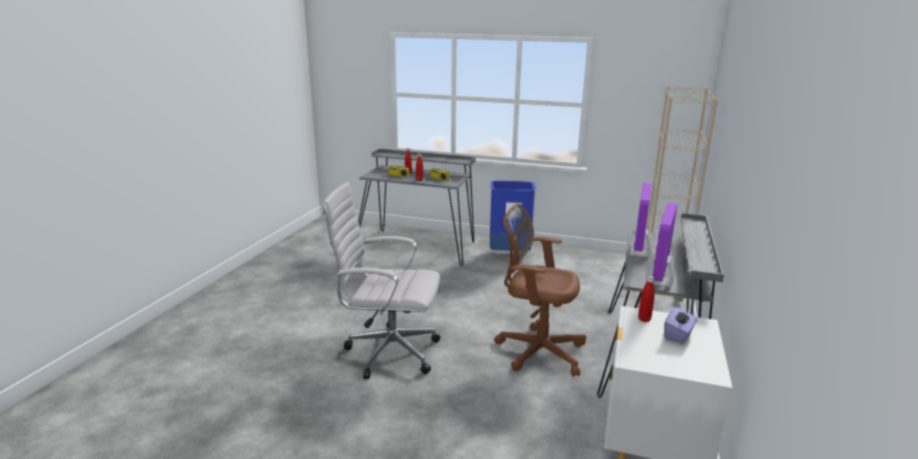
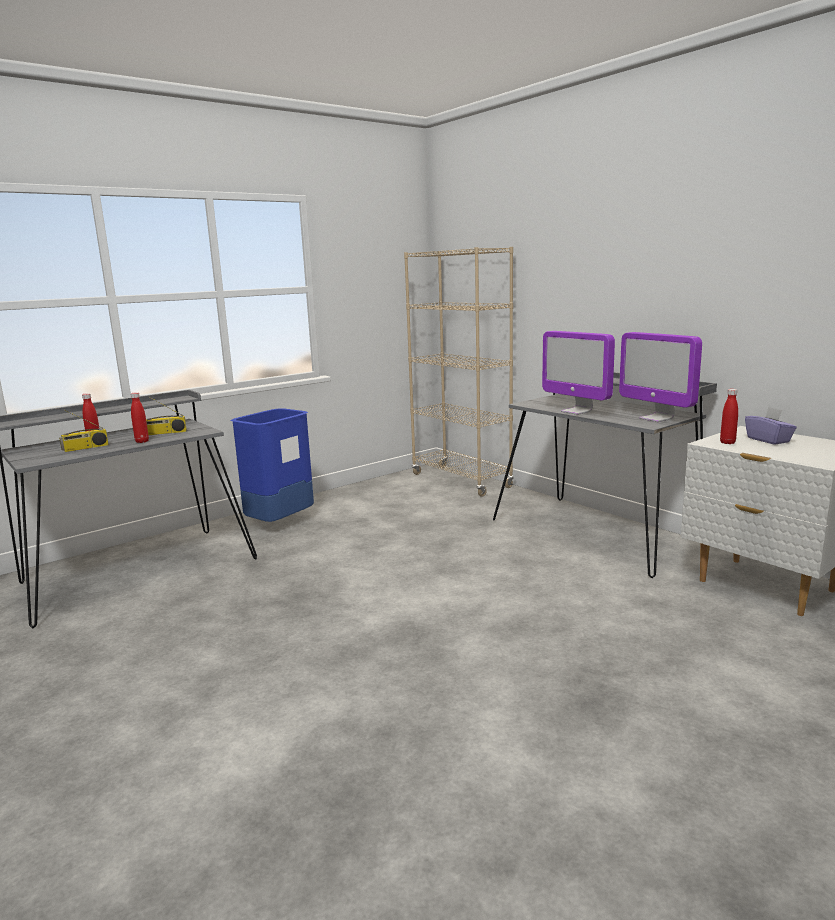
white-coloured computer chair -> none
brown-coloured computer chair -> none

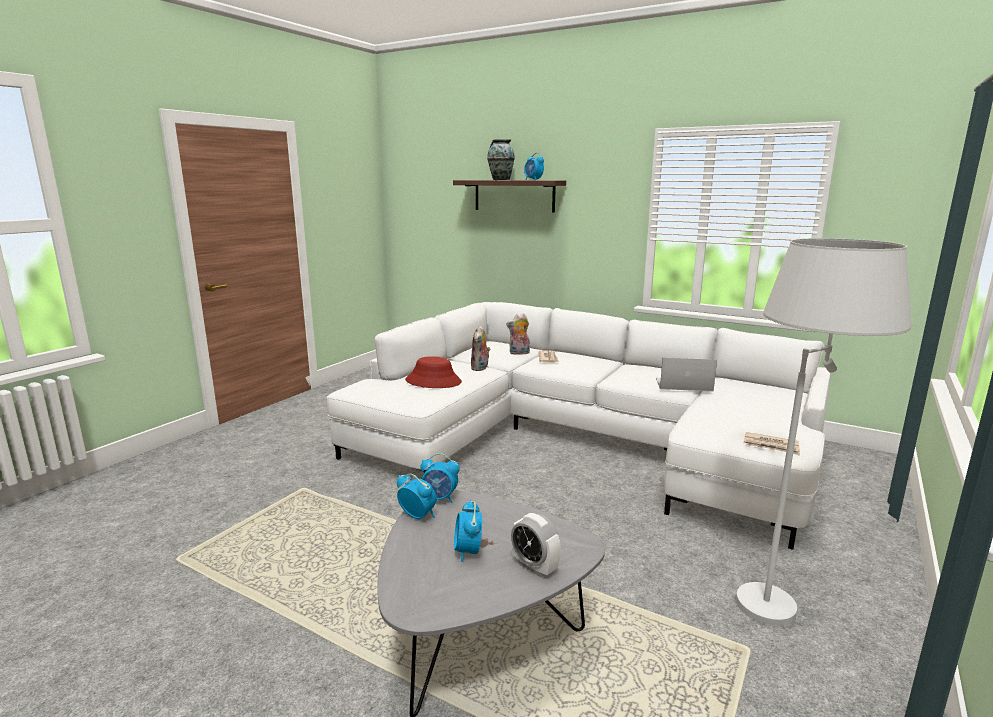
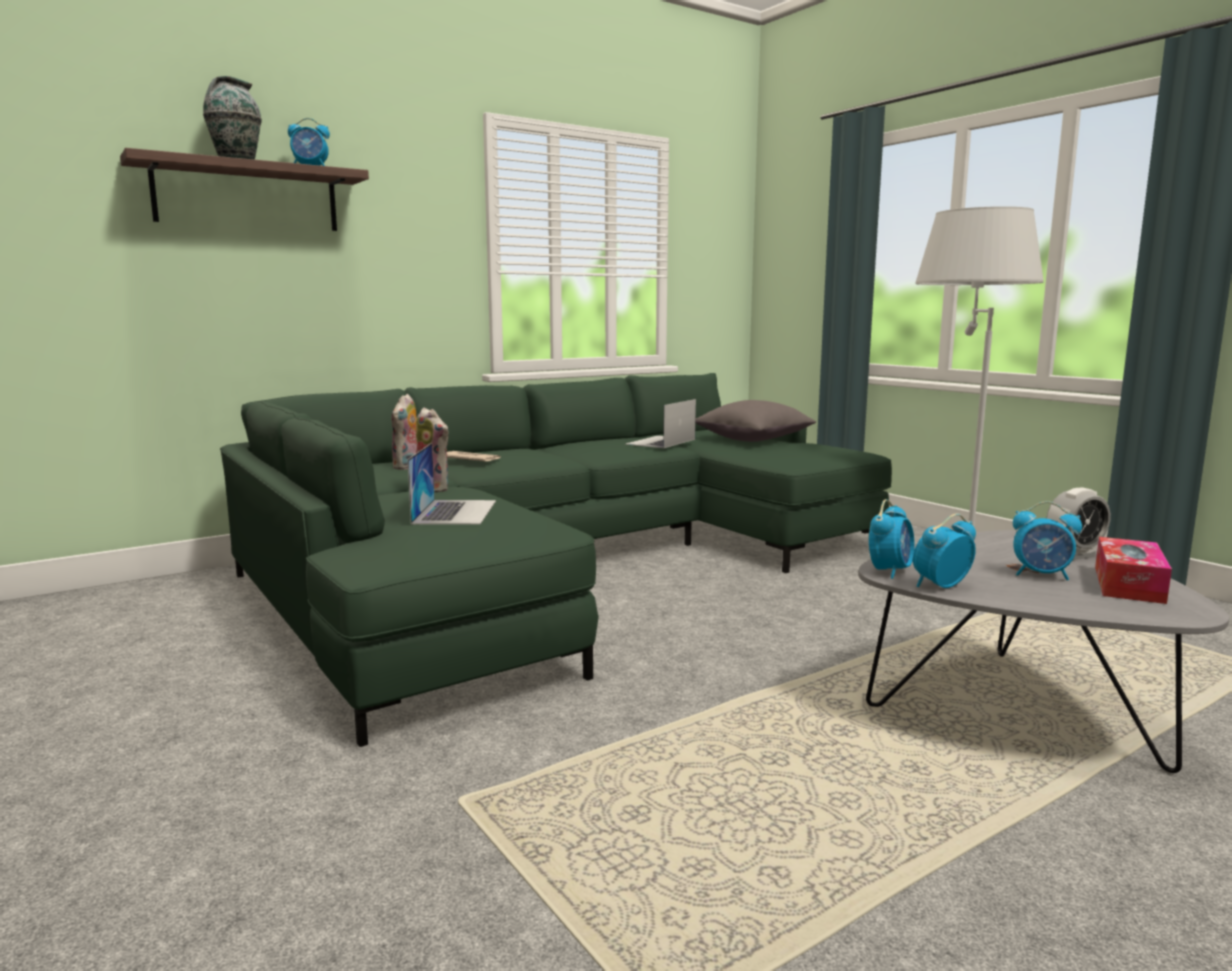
white-coloured sofa -> green-coloured sofa
reddish hat -> portable computer (1st from left)
none -> gray throw pillow
none -> box of tissues
newspaper (2nd from left) -> none

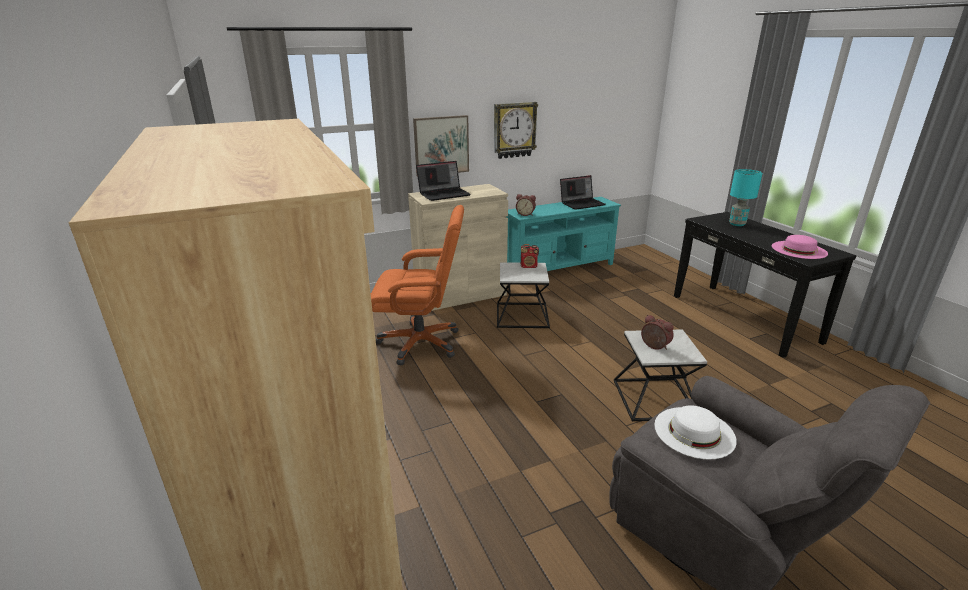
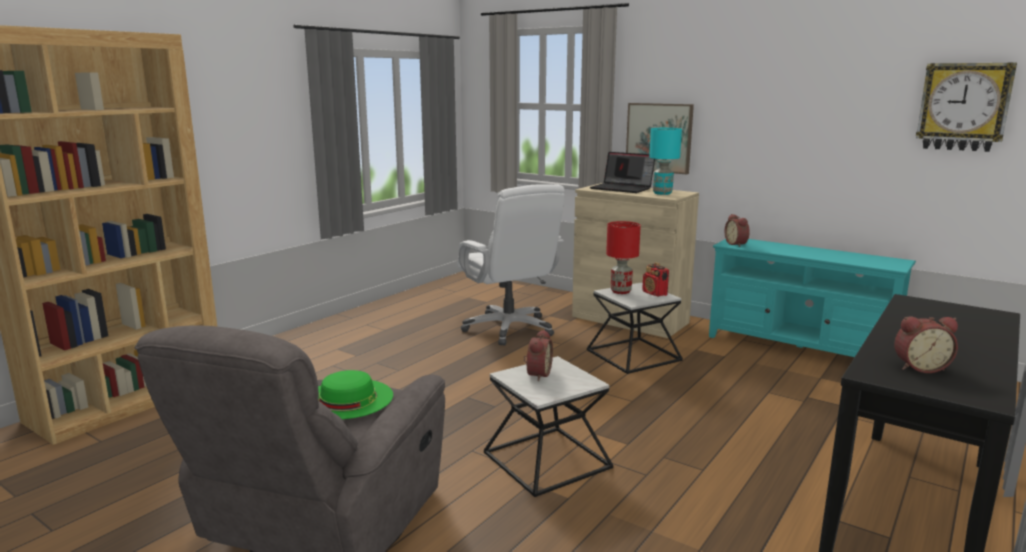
white-coloured hat -> green-coloured hat
orangey computer chair -> white-coloured computer chair
none -> reddish table lamp
turquoise table lamp, move
pink hat -> table clock (3rd from left)
clock on the wall, move
portable computer (2nd from left) -> none

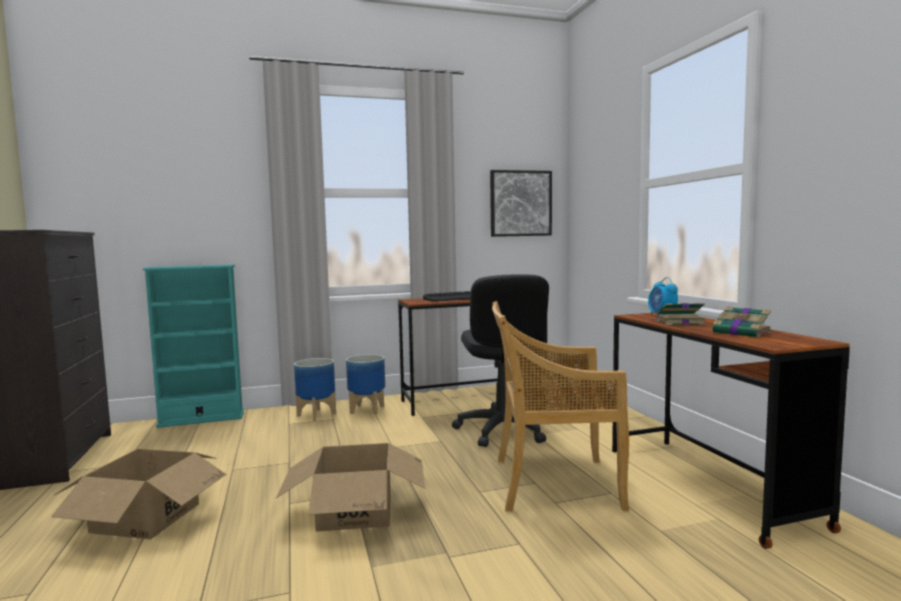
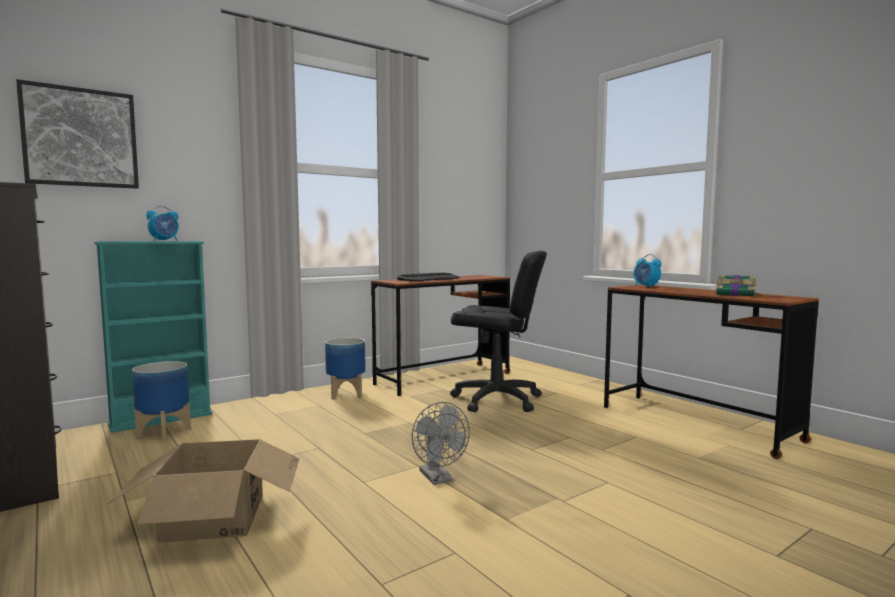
wall picture, move
plant pot (1st from left), move
none -> table clock (1st from left)
carton (2nd from left) -> gray electric fan
black computer chair, 45 degrees counterclockwise
beige-coloured plain chair -> none
book (1st from left) -> none

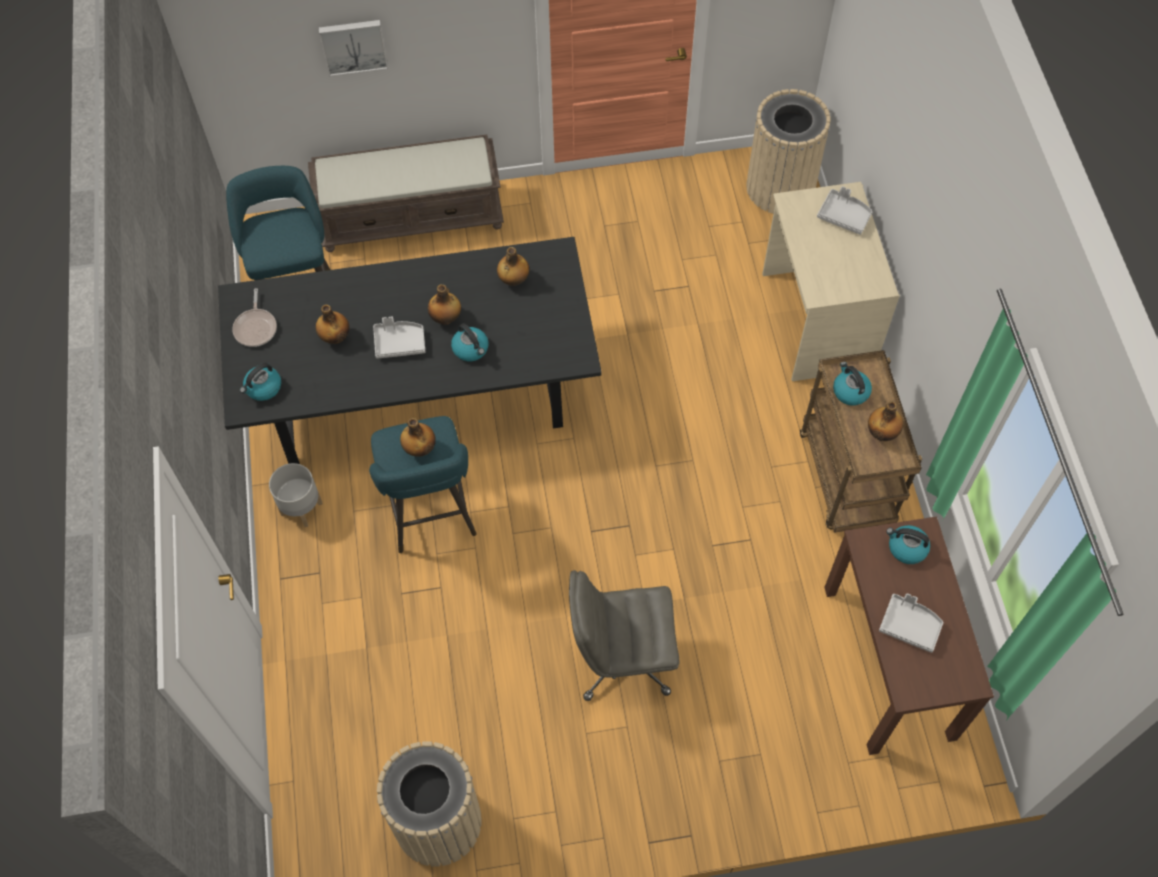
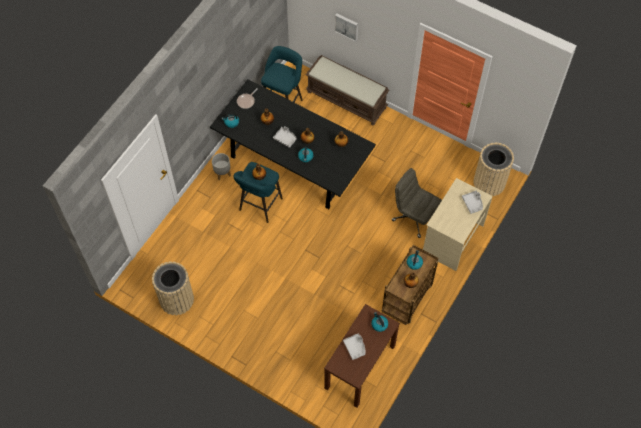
gray computer chair, move

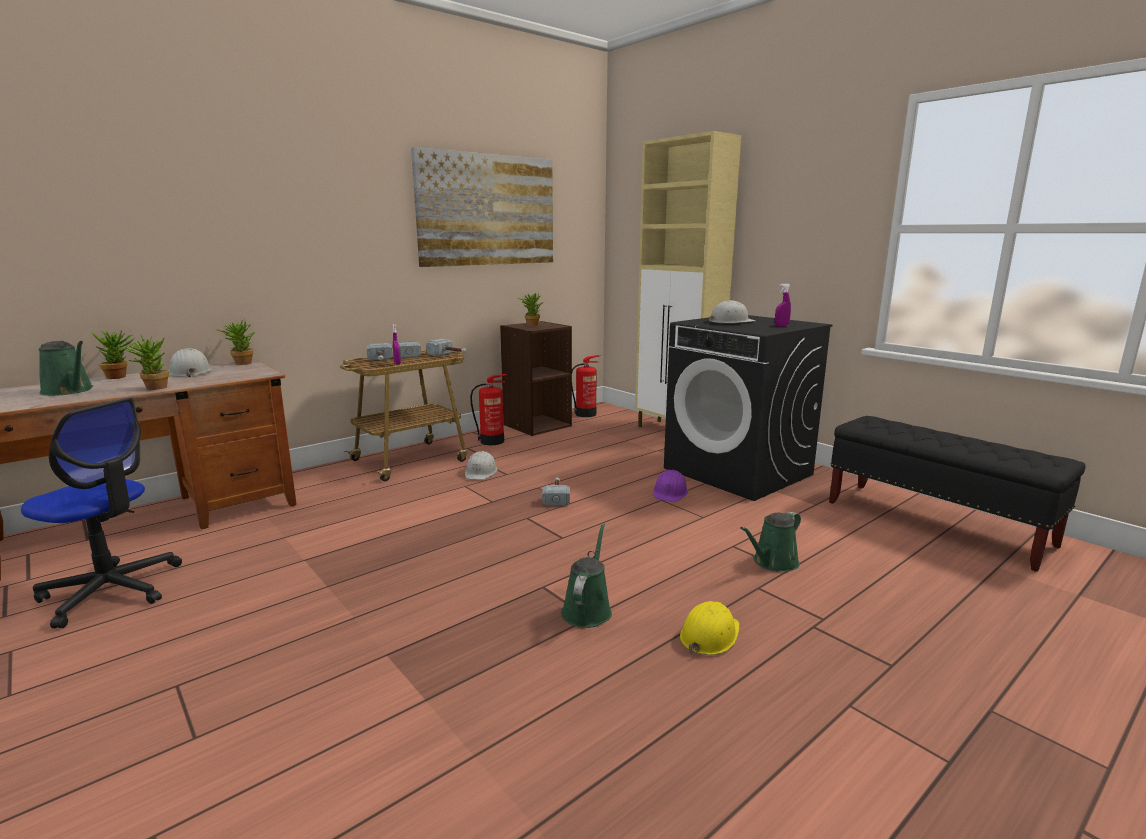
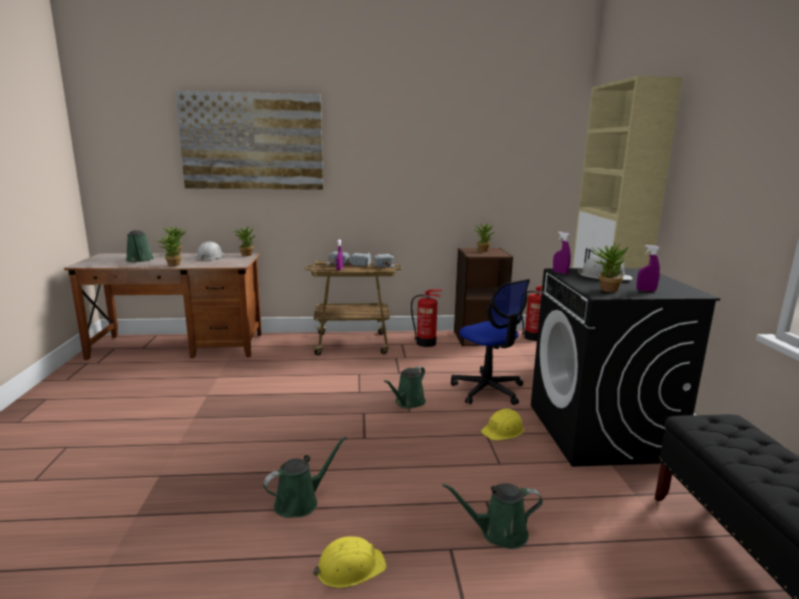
wall picture, move
tool hammer (4th from left) -> green-coloured watering can (3rd from left)
computer chair, move
purple-coloured hard hat -> yellow-coloured hard hat (2nd from left)
none -> purple-coloured spray bottle (2nd from left)
none -> plant in a pot (5th from left)
white-coloured hard hat (2nd from left) -> none

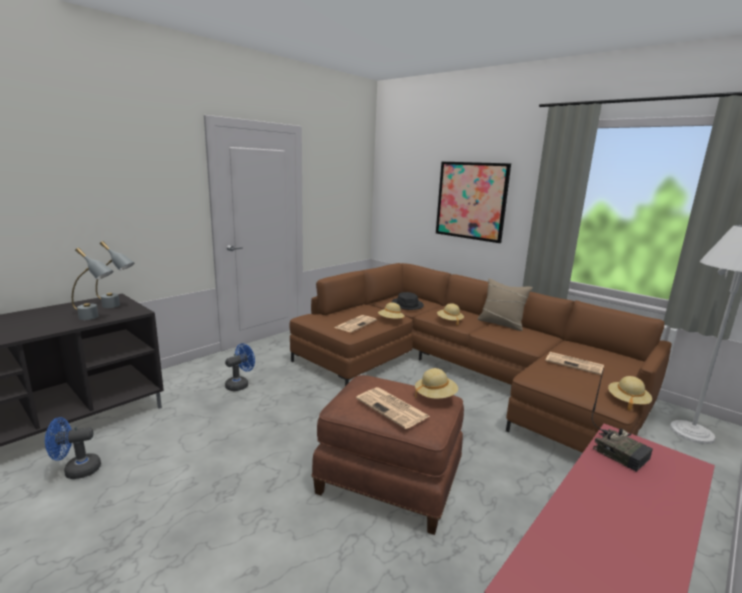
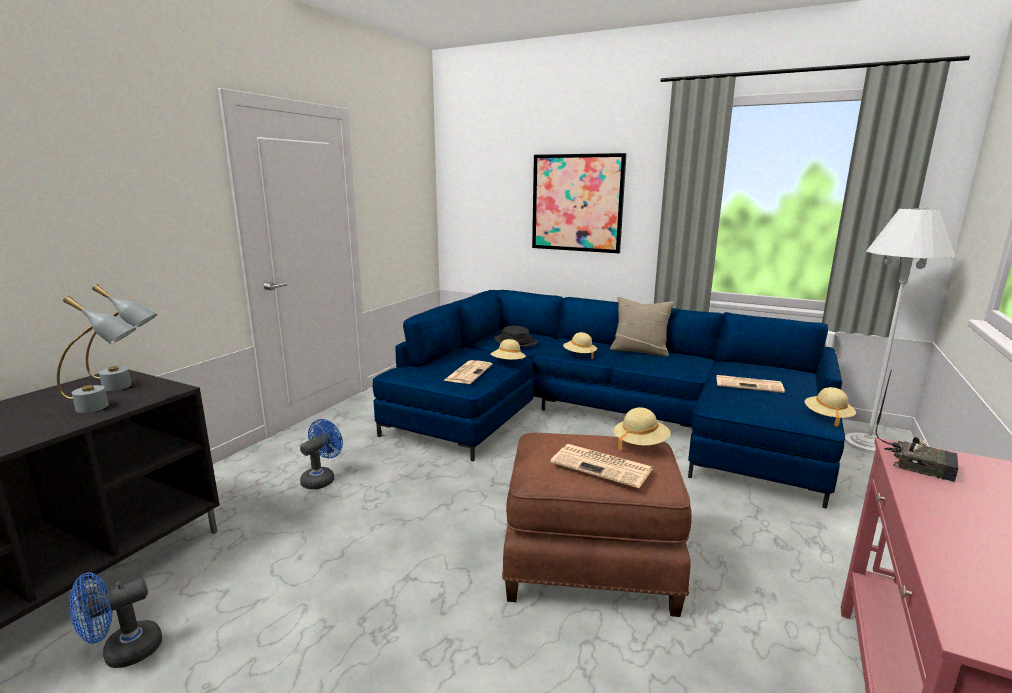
brown-coloured sofa -> blue-coloured sofa

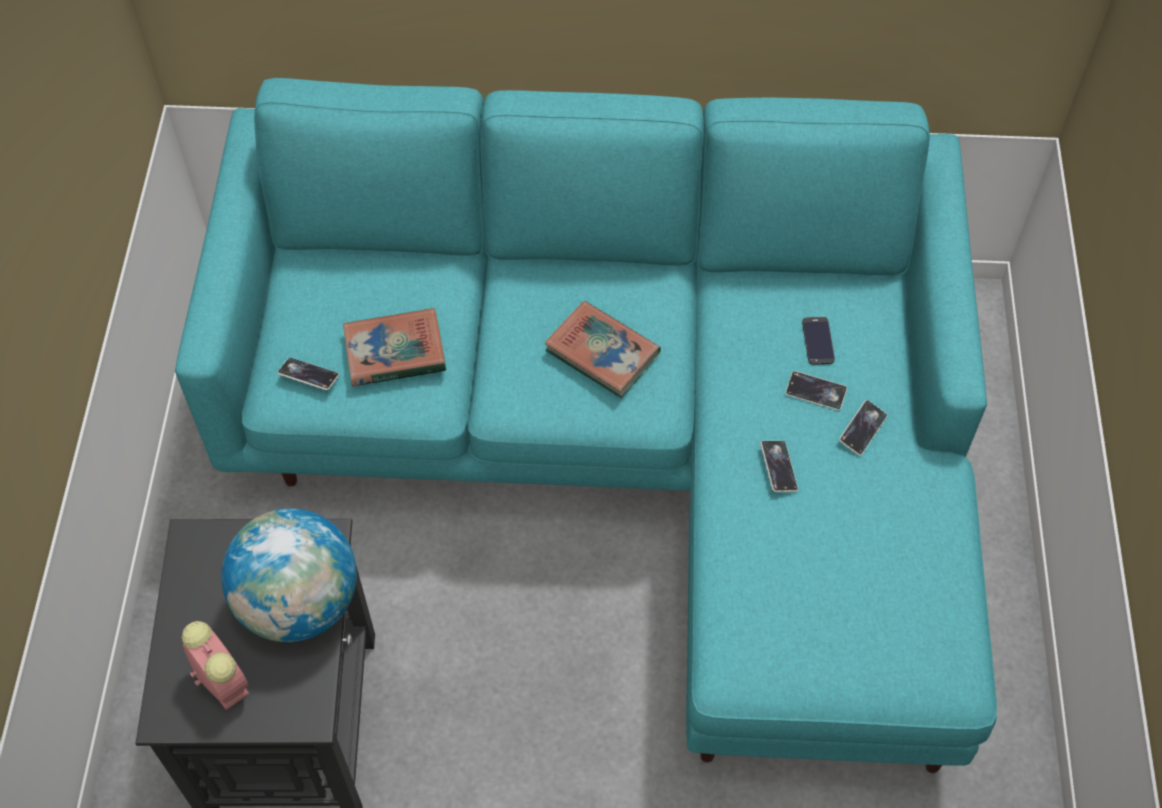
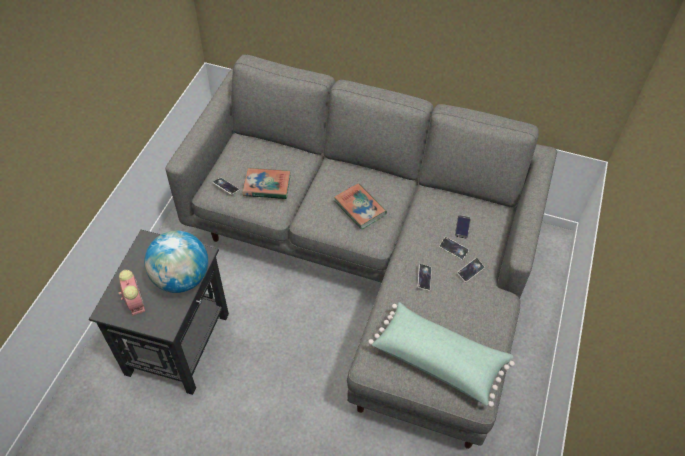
turquoise sofa -> gray sofa
none -> green-coloured throw pillow

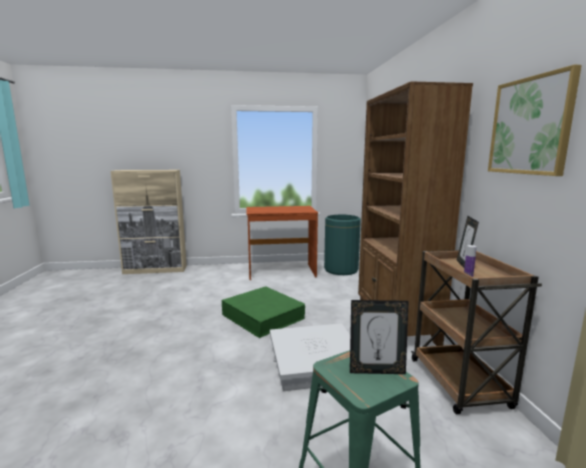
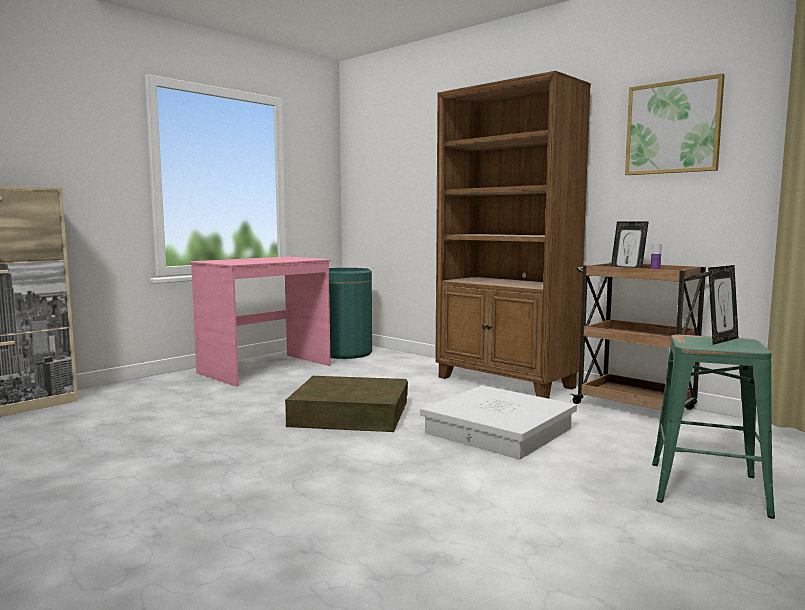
brown-coloured desk table -> pink desk table
green-coloured storage bin -> brown-coloured storage bin

